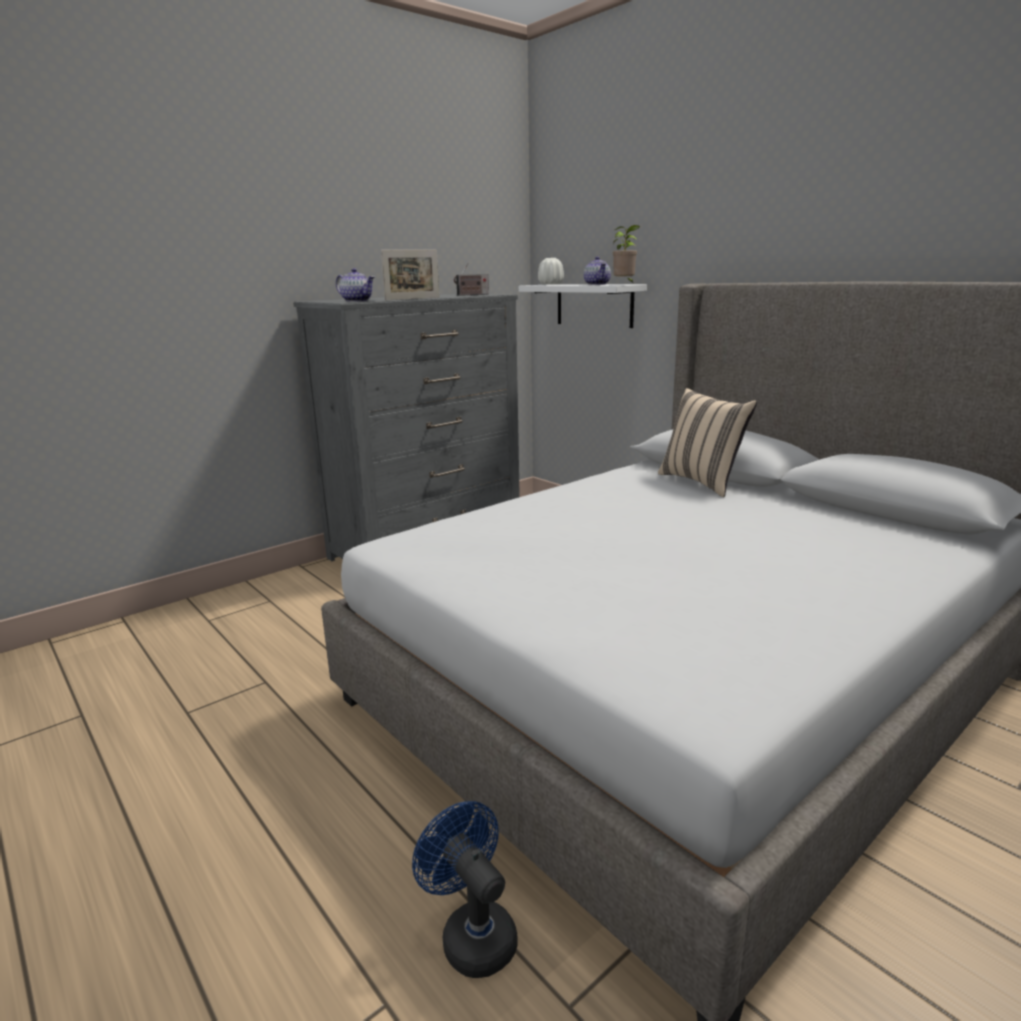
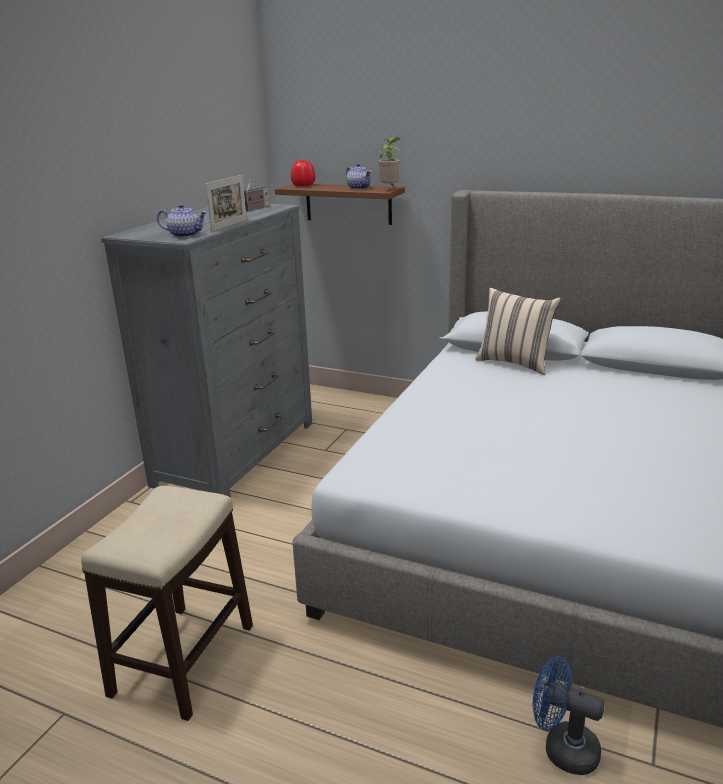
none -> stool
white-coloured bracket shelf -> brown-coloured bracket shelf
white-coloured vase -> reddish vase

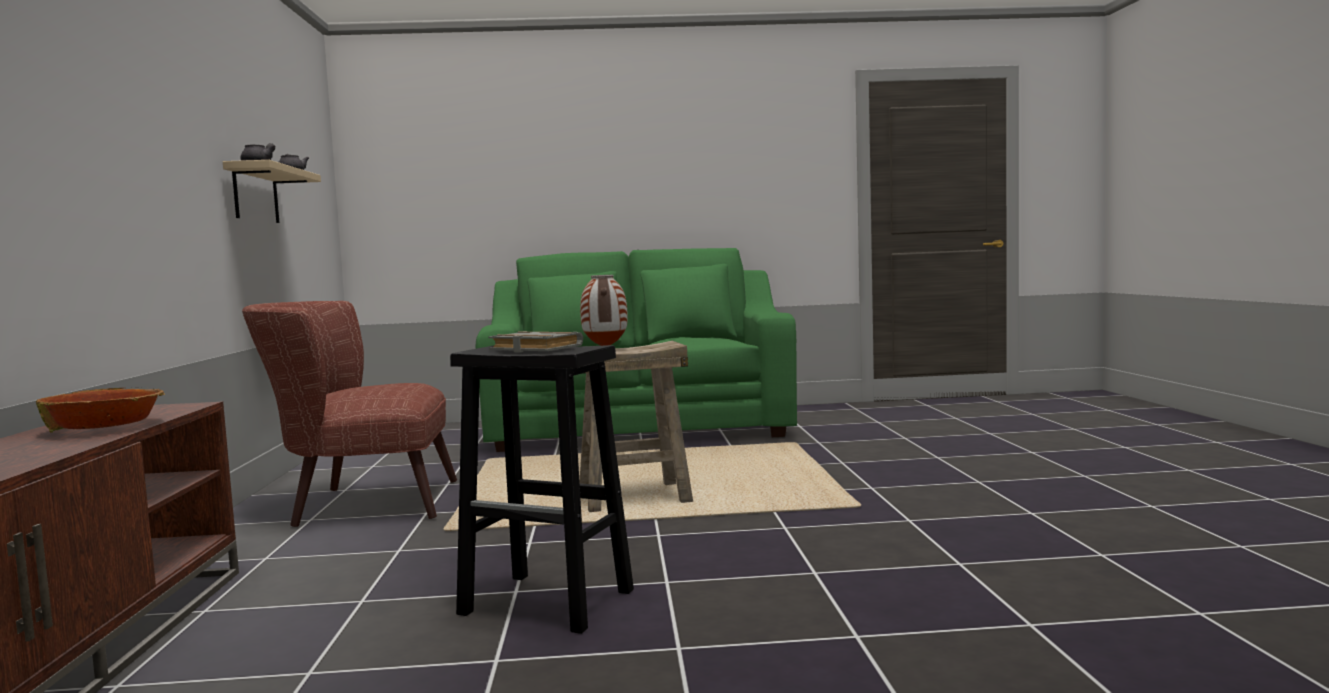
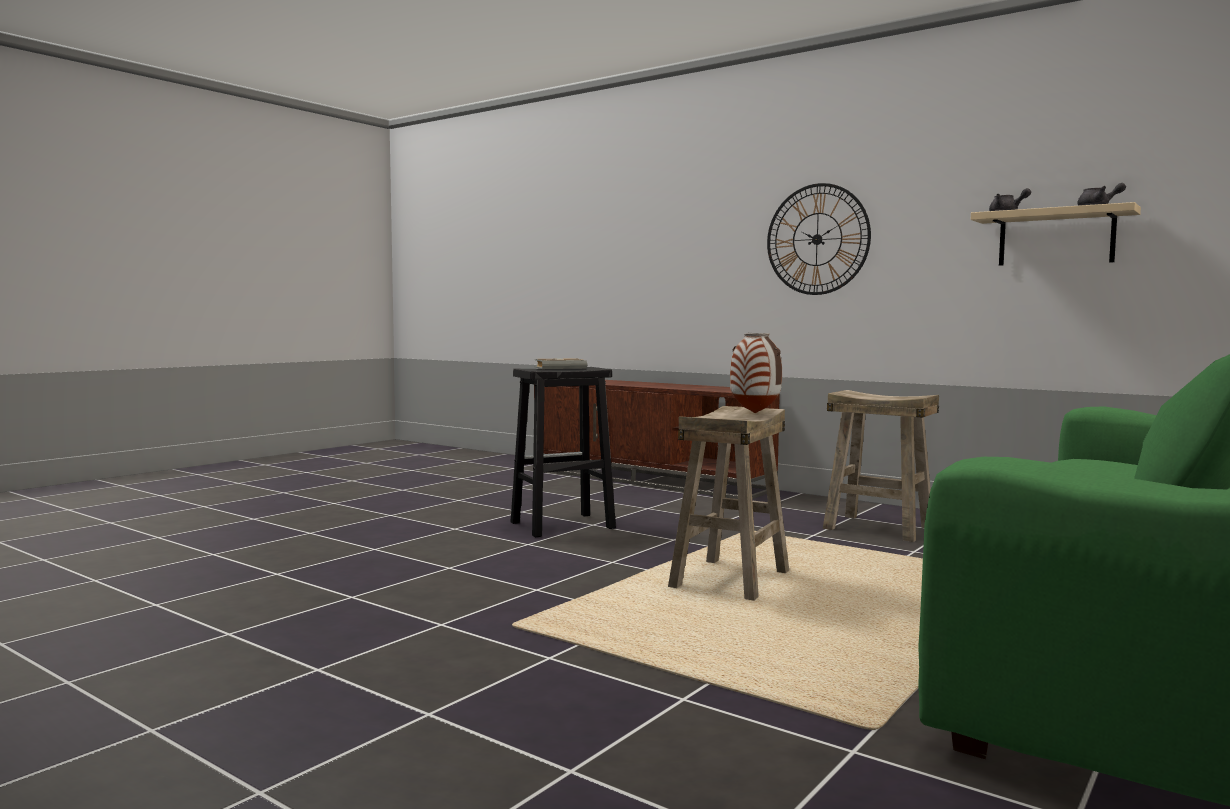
none -> clock on the wall
brown-coloured easy chair -> beige-coloured stool (2nd from left)
bowl -> none

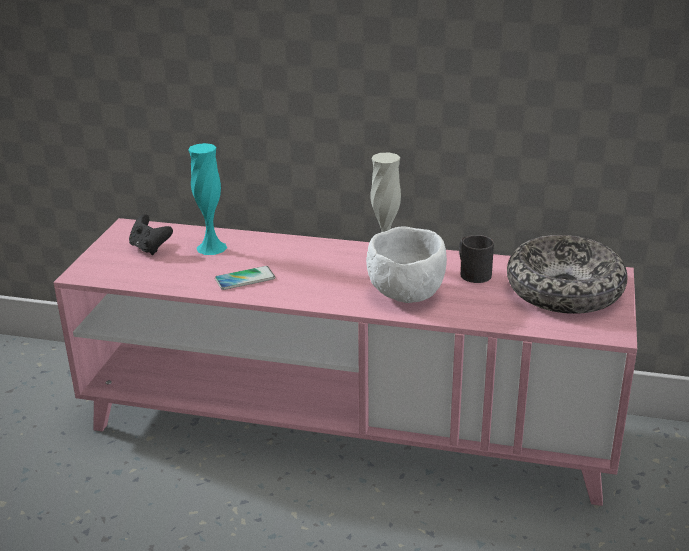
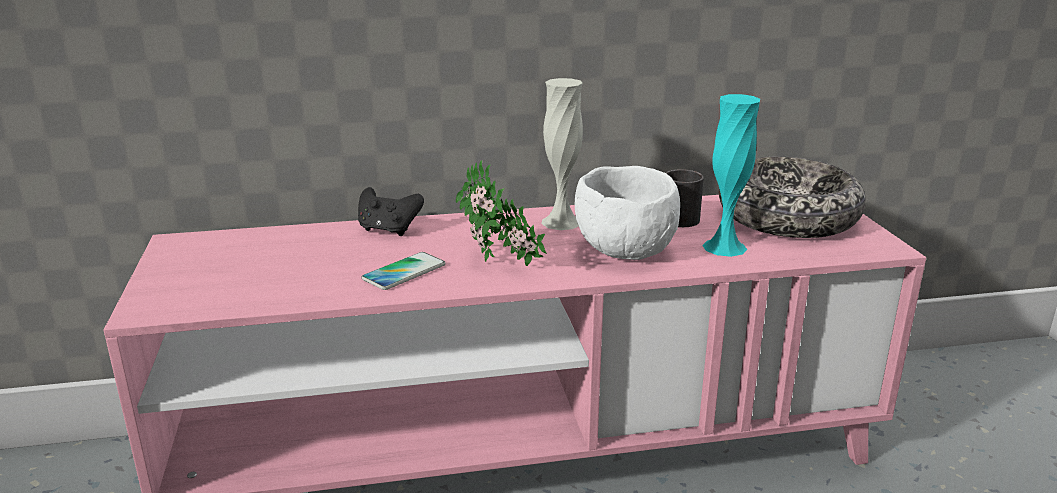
black game controller, move
none -> plant in a pot
turquoise vase, move

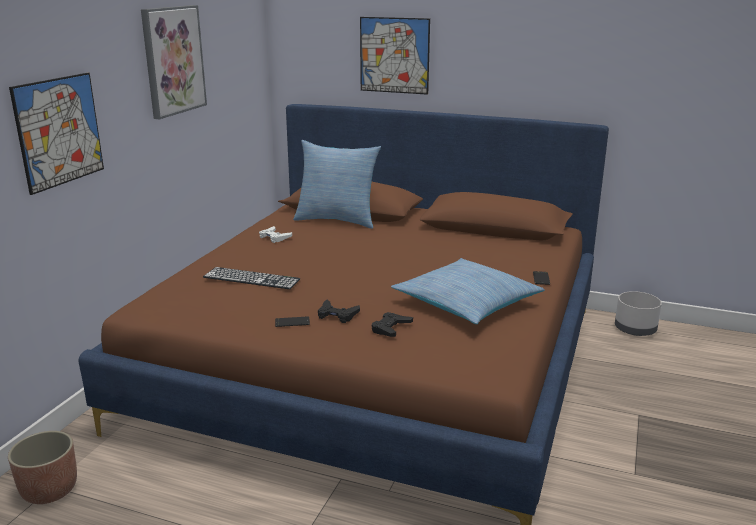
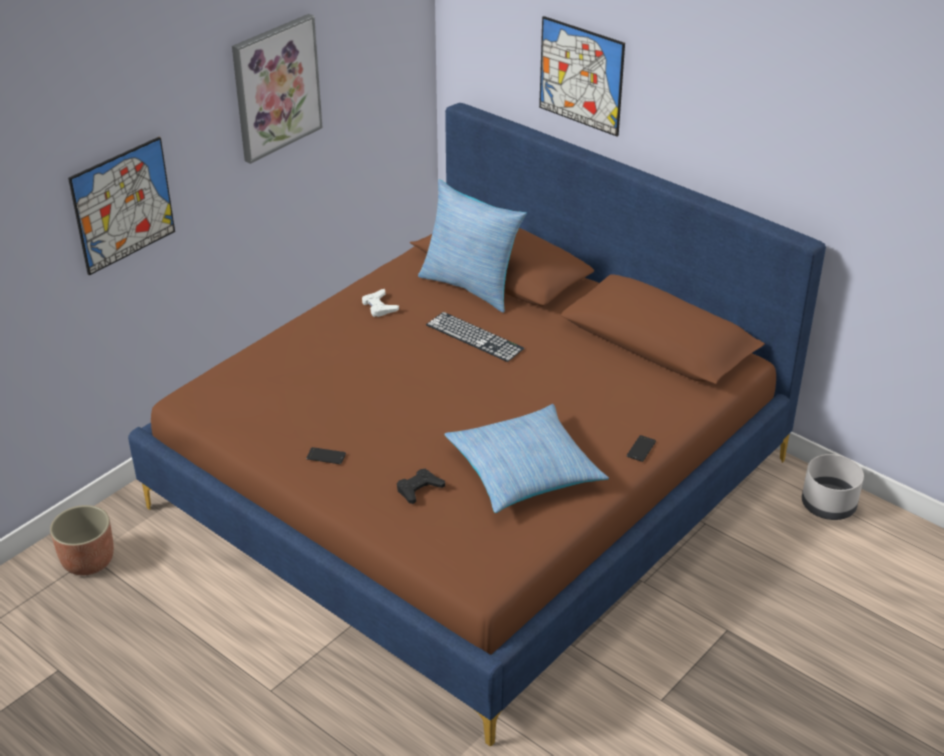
computer keyboard, move
black game controller (1st from left) -> none

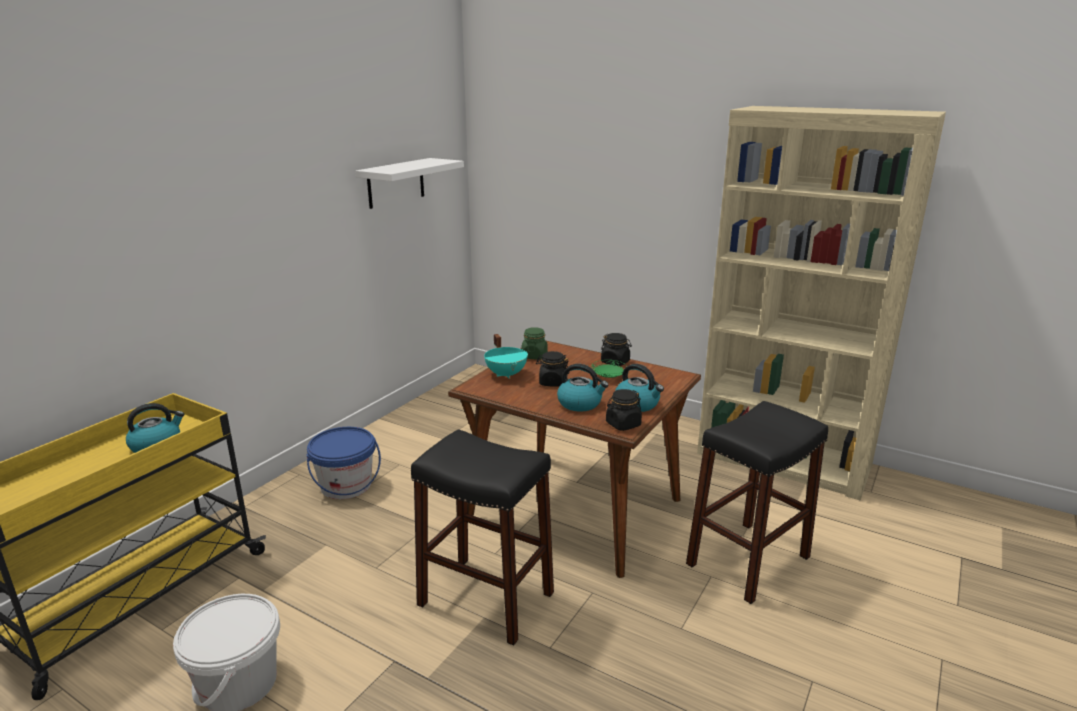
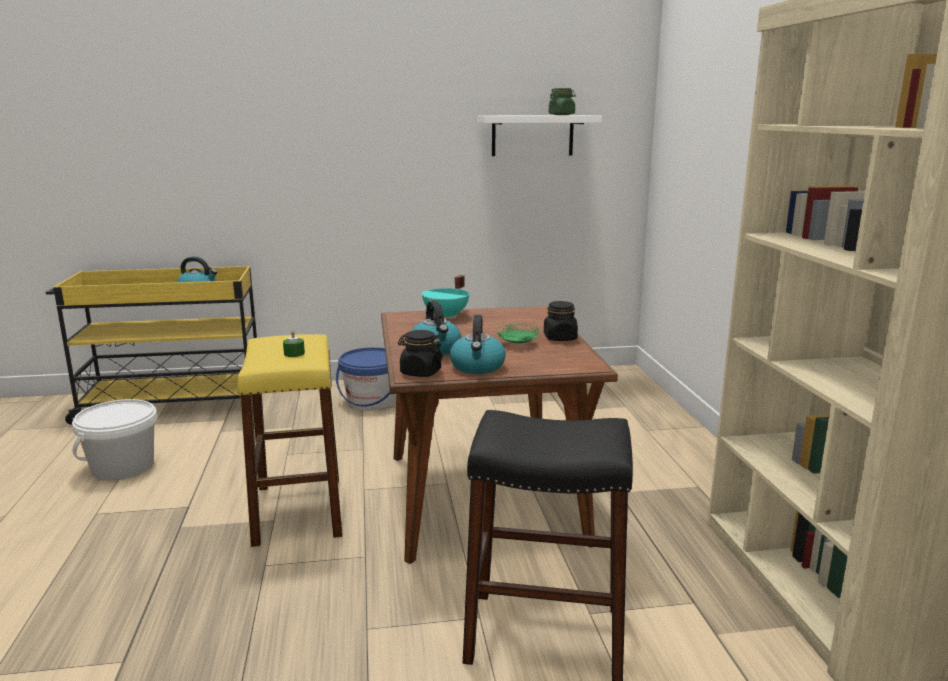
black stool (1st from left) -> yellow-coloured stool
none -> green-coloured wax candle
green-coloured jar, move
black jar (1st from left) -> none

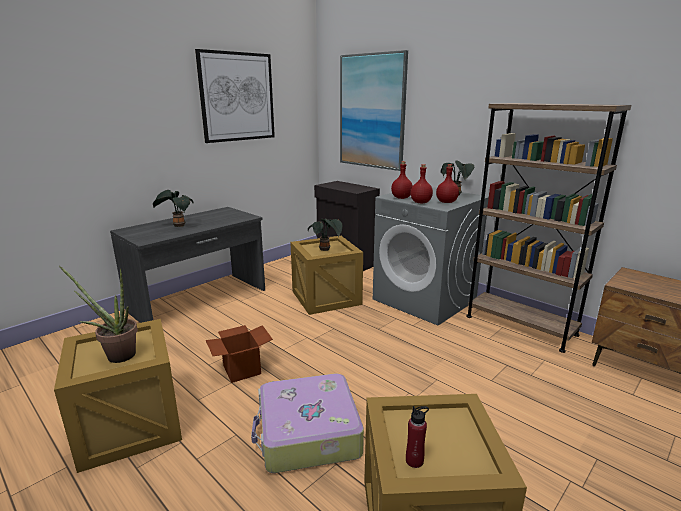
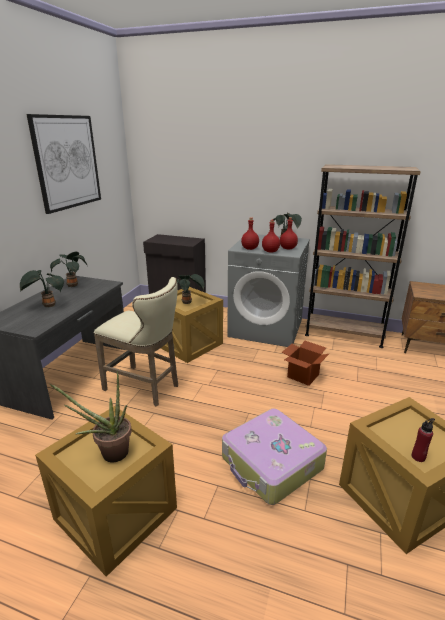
none -> plant in a pot (2nd from left)
none -> beige-coloured stool
carton, move
wall picture (2nd from left) -> none

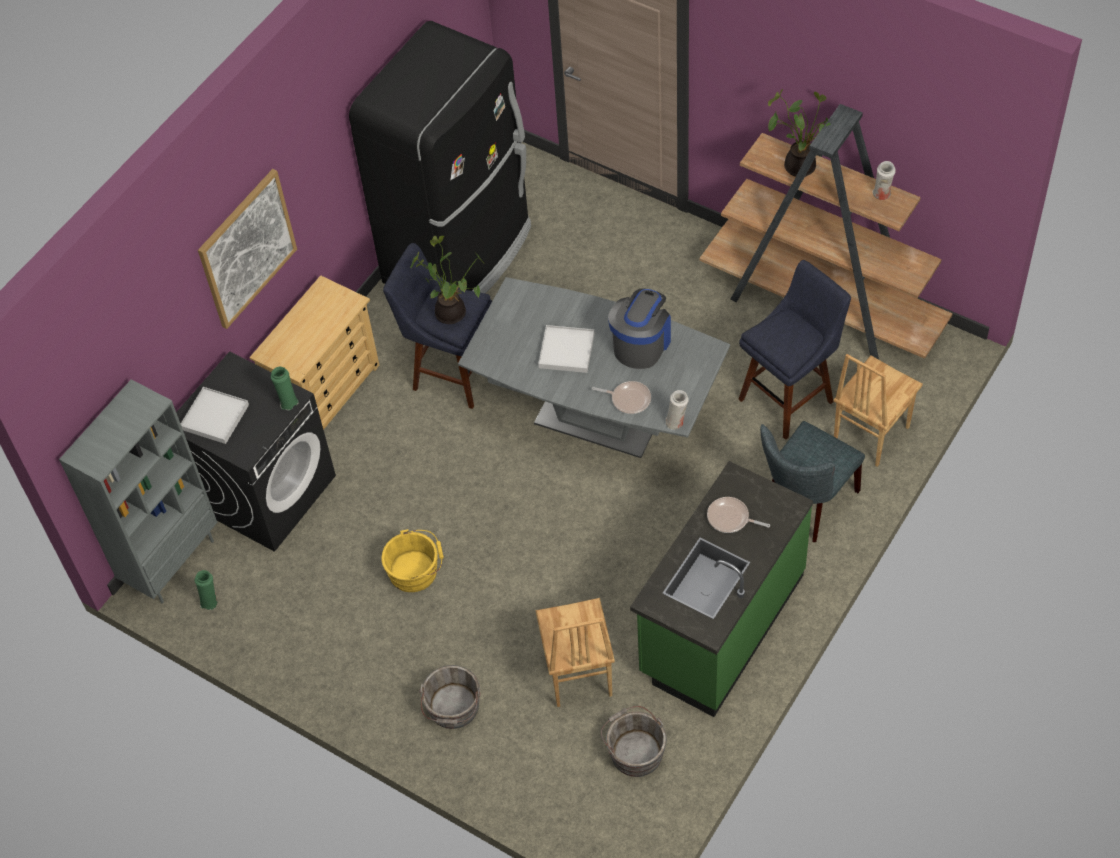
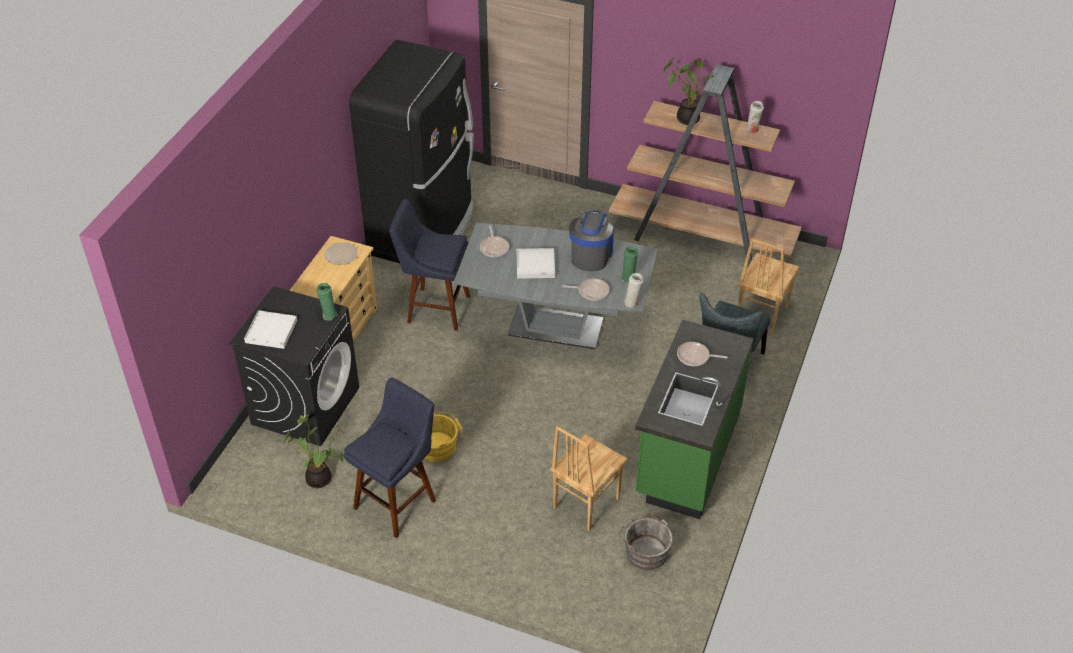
plant in a pot (1st from left), move
none -> dinner plate
blue-coloured stool (2nd from left in the first image) -> blue-coloured stool (1st from left), move
none -> pan (1st from left)
brown-coloured plain chair (1st from left), 60 degrees clockwise
green-coloured vase (1st from left in the first image) -> green-coloured vase (2nd from left), move
gray bookcase -> none
wall picture -> none
gray bucket (1st from left) -> none

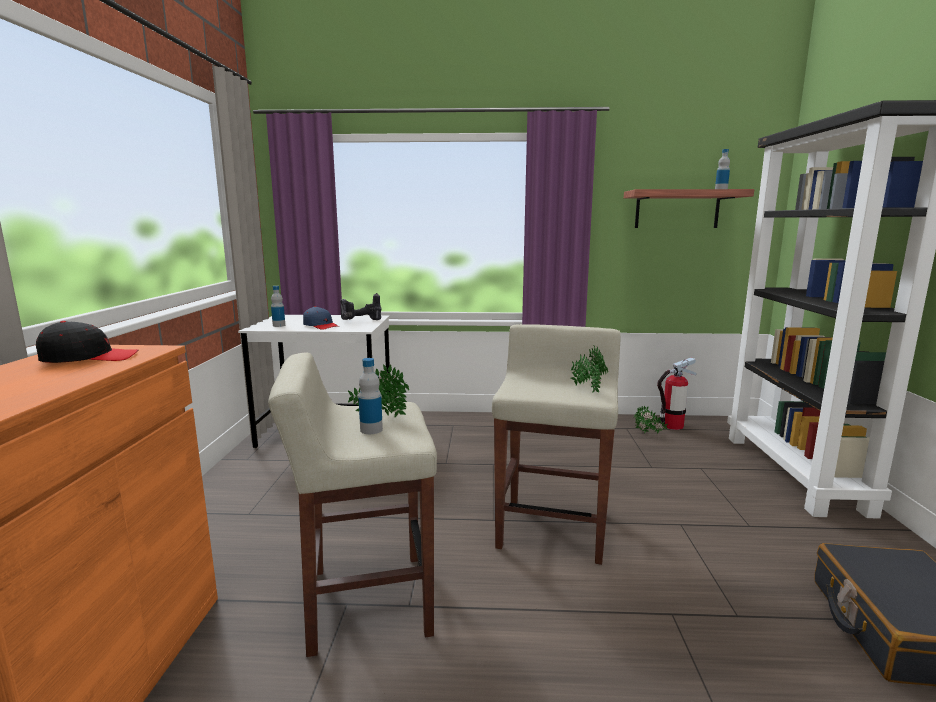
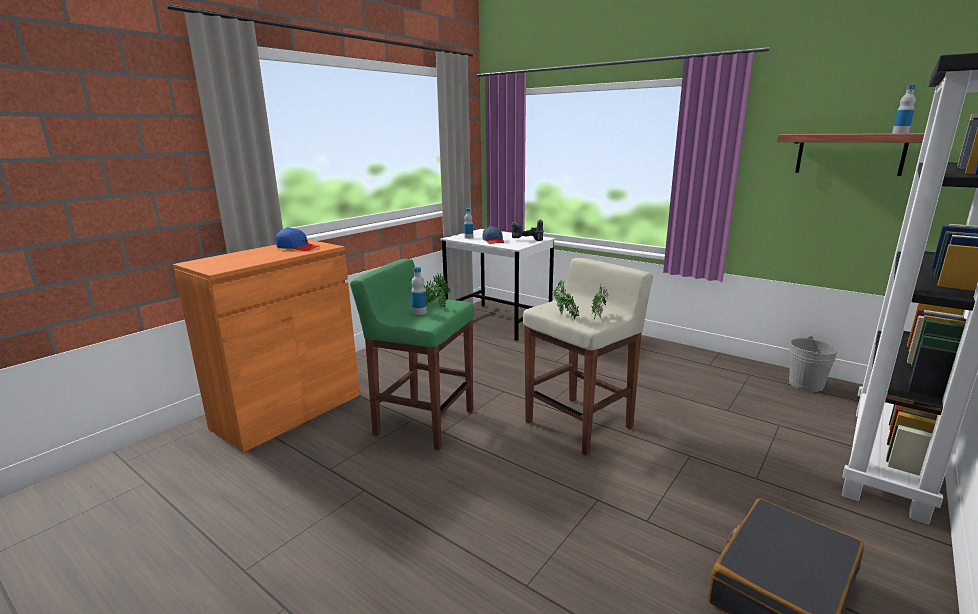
black baseball cap -> blue-coloured baseball cap (1st from left)
beige-coloured stool (1st from left) -> green-coloured stool
plant in a pot (3rd from left in the first image) -> plant in a pot (2nd from left), move
fire-fighting cylinder -> gray bucket

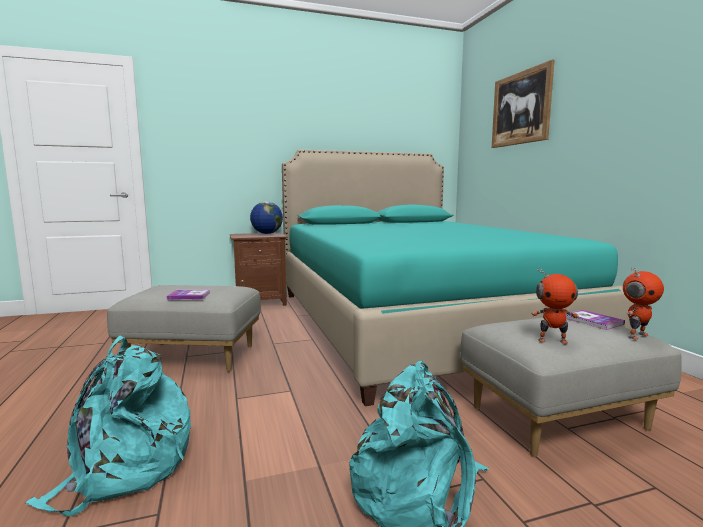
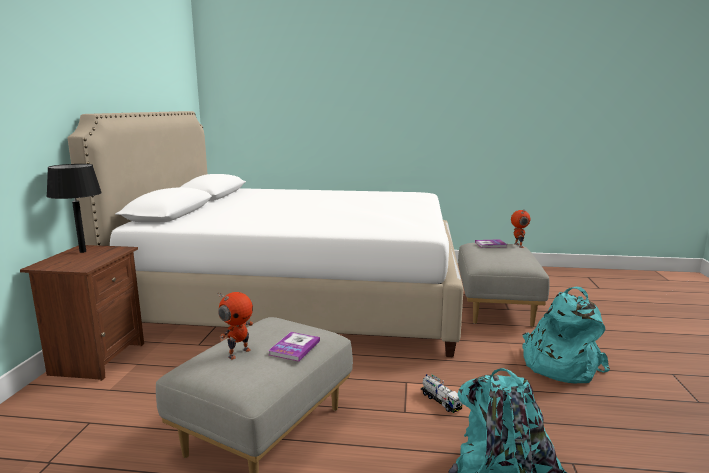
globe -> black table lamp
turquoise bed -> white-coloured bed
toy robot (1st from left), move
none -> model truck
wall picture -> none

